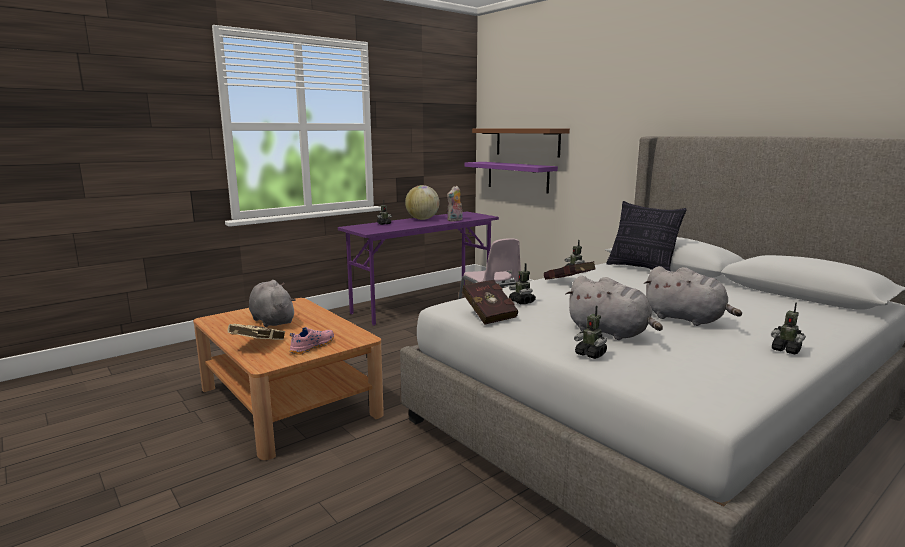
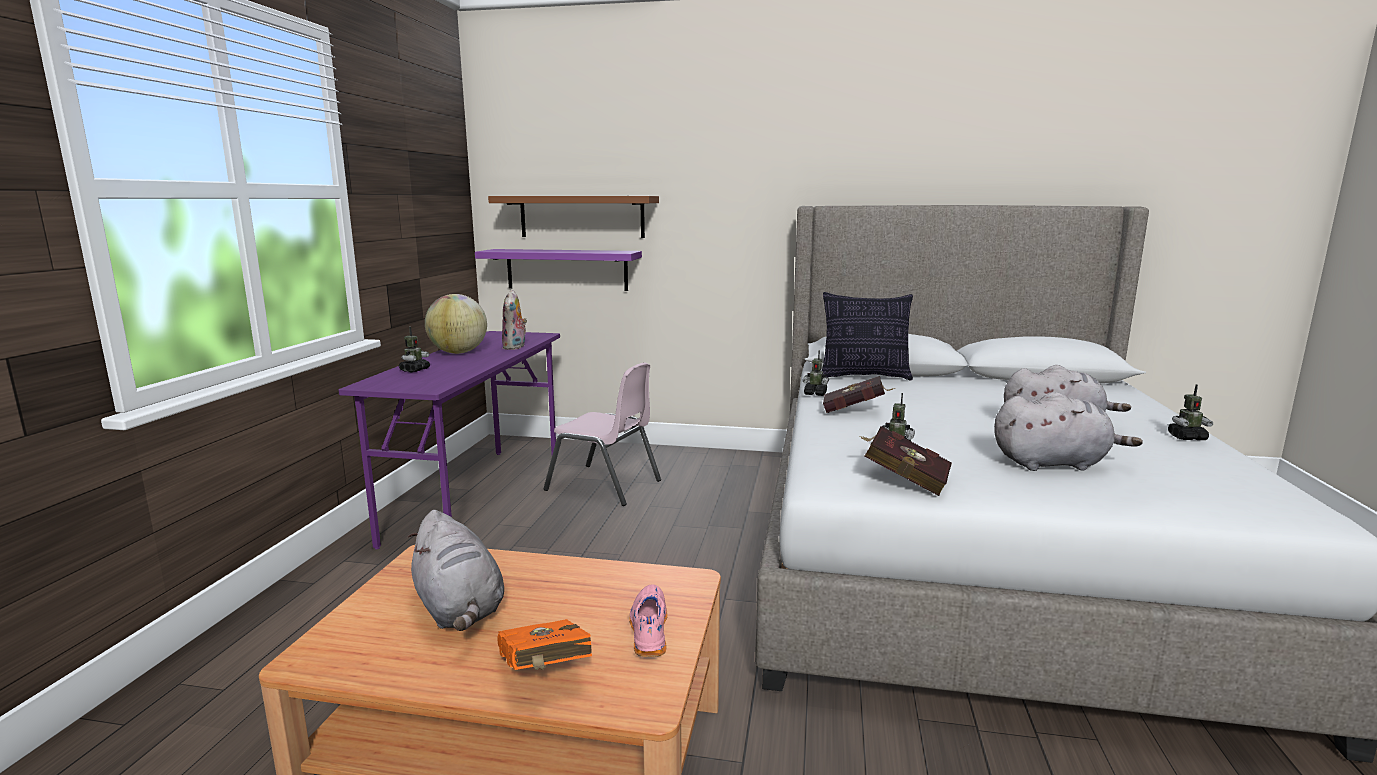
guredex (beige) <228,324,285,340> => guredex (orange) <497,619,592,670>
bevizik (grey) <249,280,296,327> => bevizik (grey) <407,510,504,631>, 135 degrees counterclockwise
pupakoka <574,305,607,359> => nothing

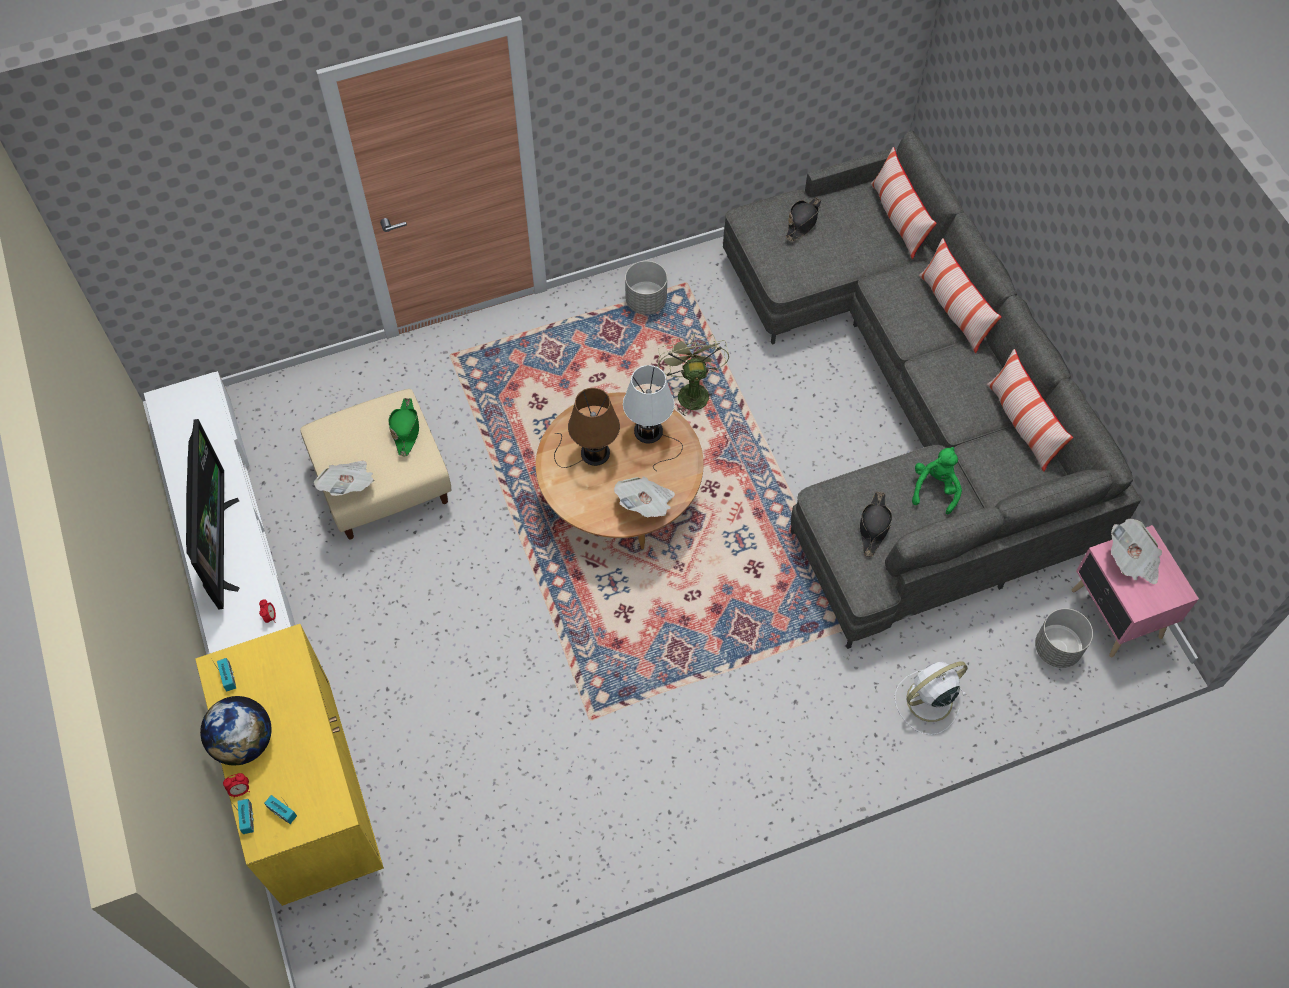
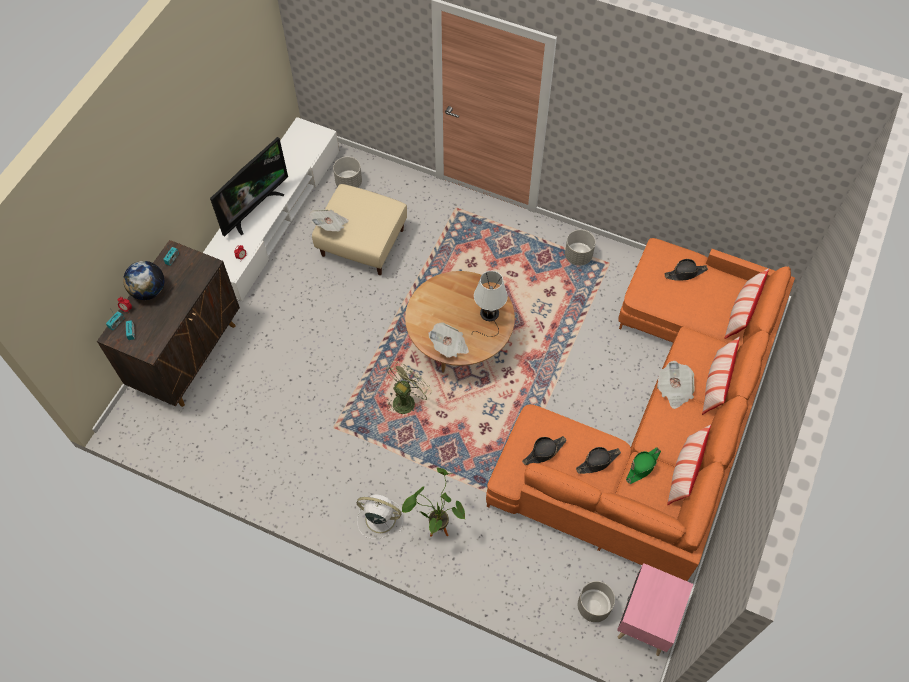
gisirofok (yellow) <195,624,384,906> => gisirofok (brown) <97,240,240,407>
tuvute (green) <389,398,419,456> => tuvute (green) <626,447,661,484>, move
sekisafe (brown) <554,388,620,468> => nothing
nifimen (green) <657,334,729,418> => nifimen (green) <386,361,432,414>, move
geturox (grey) <723,130,1141,649> => geturox (orange) <486,238,795,581>
nifimen (white) <895,661,968,735> => nifimen (white) <357,494,403,539>, move
bevizik (green) <912,447,962,515> => tuvute (black) <576,447,621,474>
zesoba <1111,519,1162,584> => zesoba <657,361,695,409>, move
nothing => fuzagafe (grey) <333,157,362,188>
nothing => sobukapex <402,467,465,537>

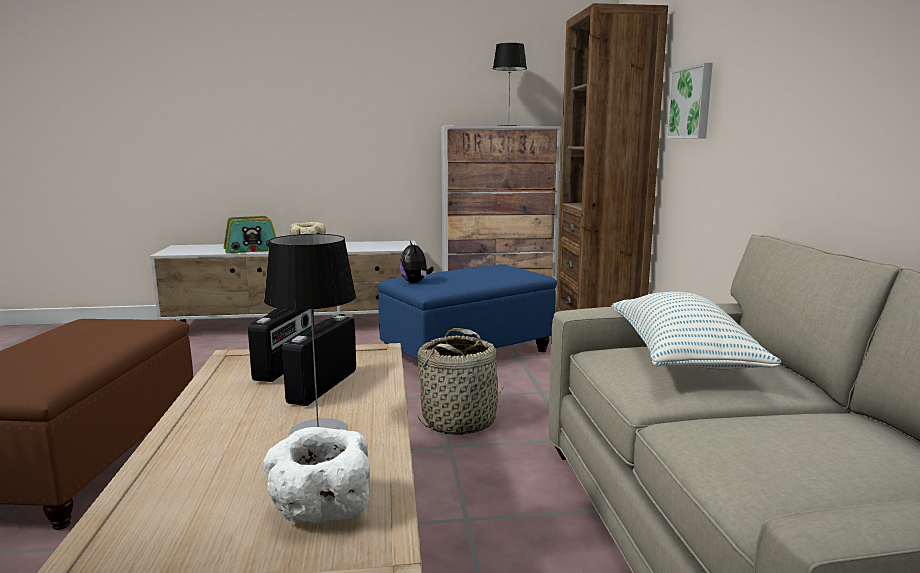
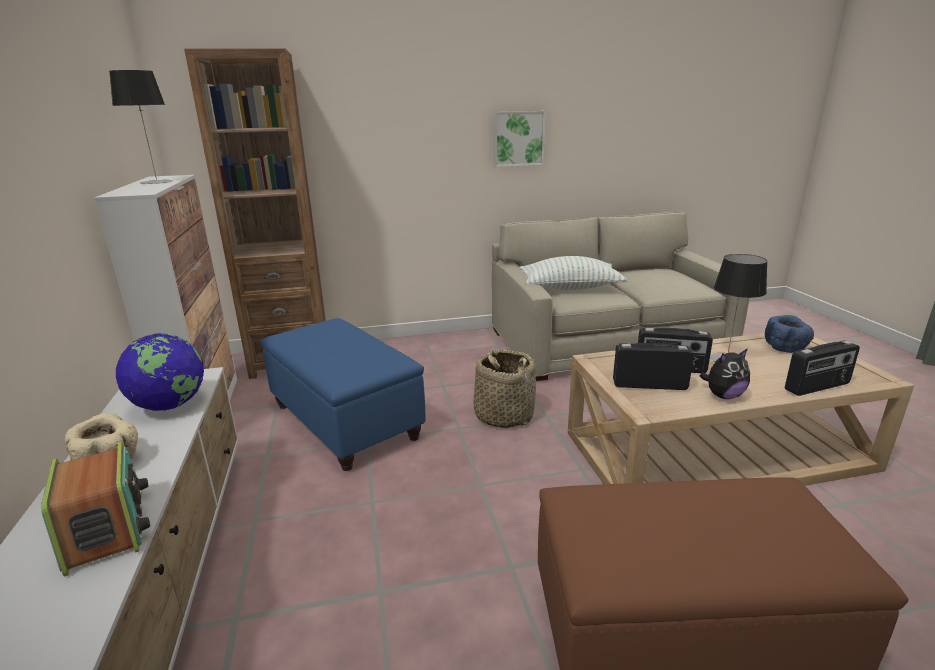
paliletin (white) <263,427,370,524> => paliletin (blue) <765,315,814,353>
bevizik <400,241,434,283> => bevizik <700,348,750,399>, move
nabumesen <666,63,713,139> => nabumesen <494,111,546,167>, move
nothing => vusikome <116,333,204,411>
nothing => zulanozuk <785,340,860,396>

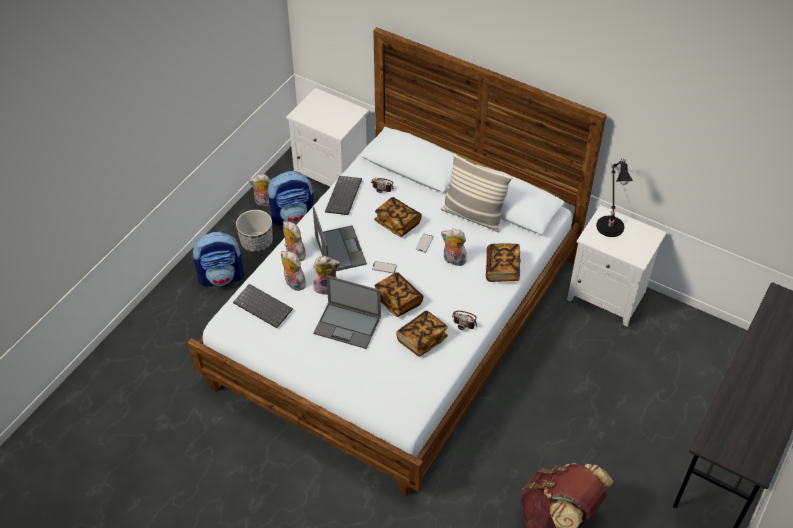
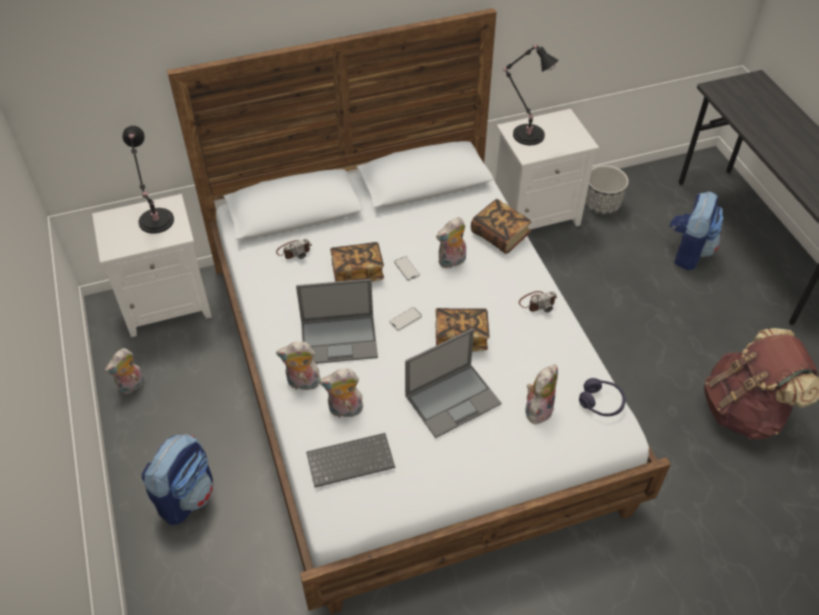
fuzagafe <236,210,273,252> => fuzagafe <585,165,629,215>, move
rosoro <268,171,314,226> => rosoro <669,191,723,270>, move
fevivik <313,207,367,271> => fevivik <296,279,378,364>, 150 degrees clockwise
bevizik <313,256,340,295> => bevizik <526,364,558,424>, move
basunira <325,176,362,215> => nothing
guredex <396,311,448,357> => nothing
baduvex <441,154,513,232> => nothing
nothing => sekisafe (black) <122,126,174,234>
nothing => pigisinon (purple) <579,378,626,416>

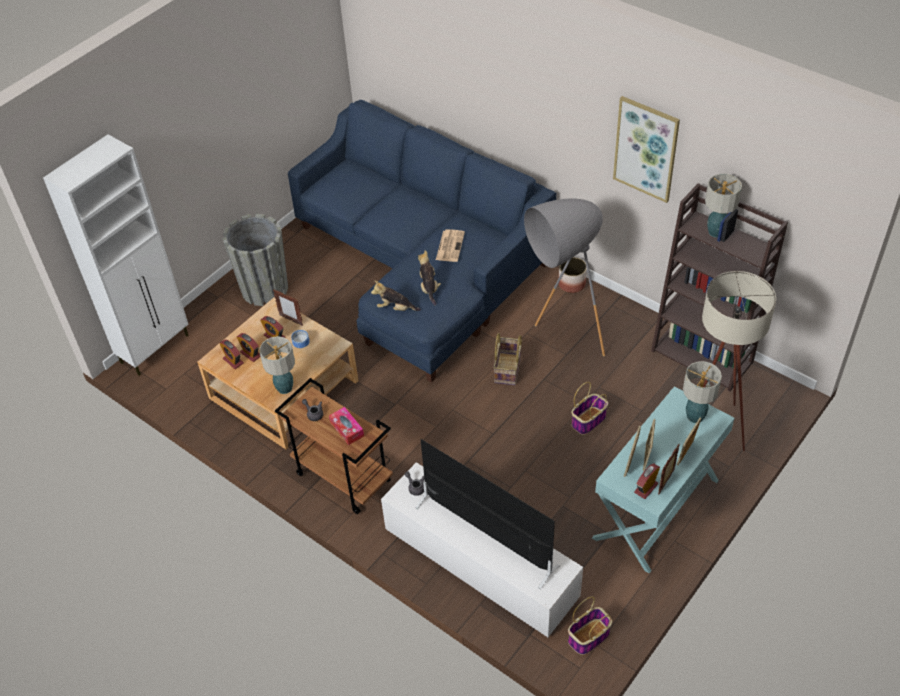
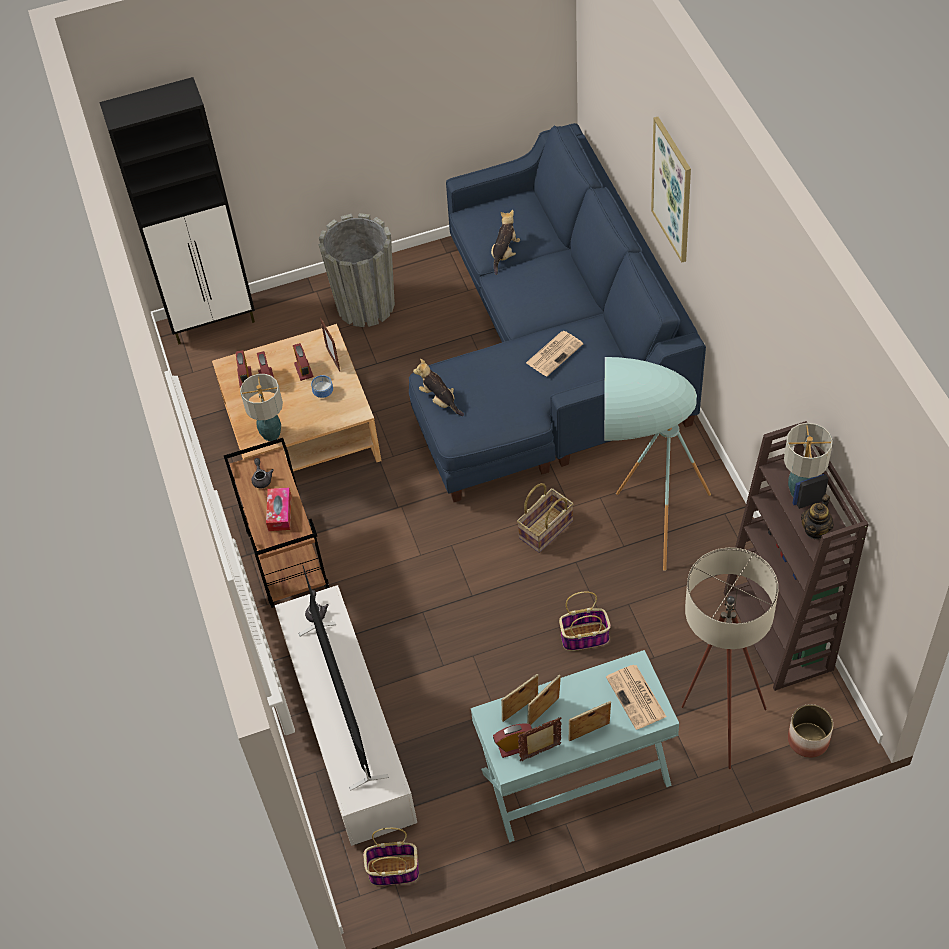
gisirofok (white) <43,134,188,376> => gisirofok (black) <99,77,255,345>
bevizik <418,250,441,305> => bevizik <491,210,520,275>, move
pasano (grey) <524,198,605,356> => pasano (turquoise) <604,357,711,571>
fuzagafe <558,257,587,293> => fuzagafe <788,704,833,758>, move
nabumesen <613,96,680,203> => nabumesen <651,117,691,262>, move
sekisafe <683,361,722,423> => zesoba <606,665,667,730>
nothing => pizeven <801,494,834,539>

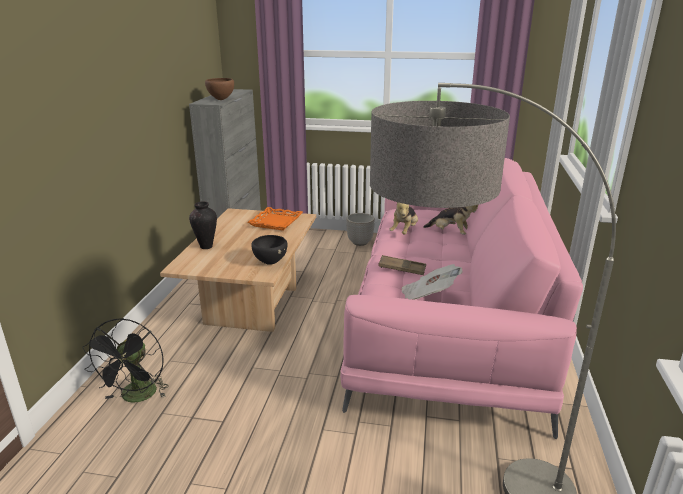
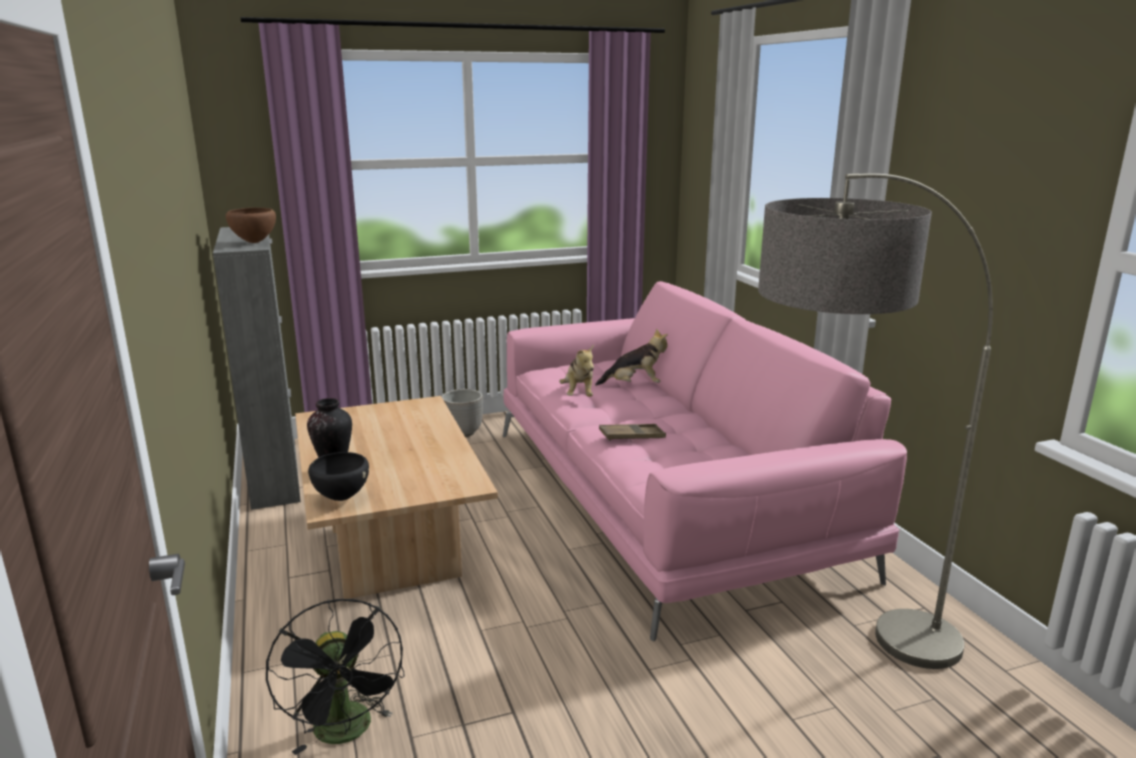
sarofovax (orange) <247,207,303,231> => nothing
paliletin (black) <251,235,288,265> => paliletin (black) <308,452,369,501>, move
zesoba <401,264,463,300> => nothing

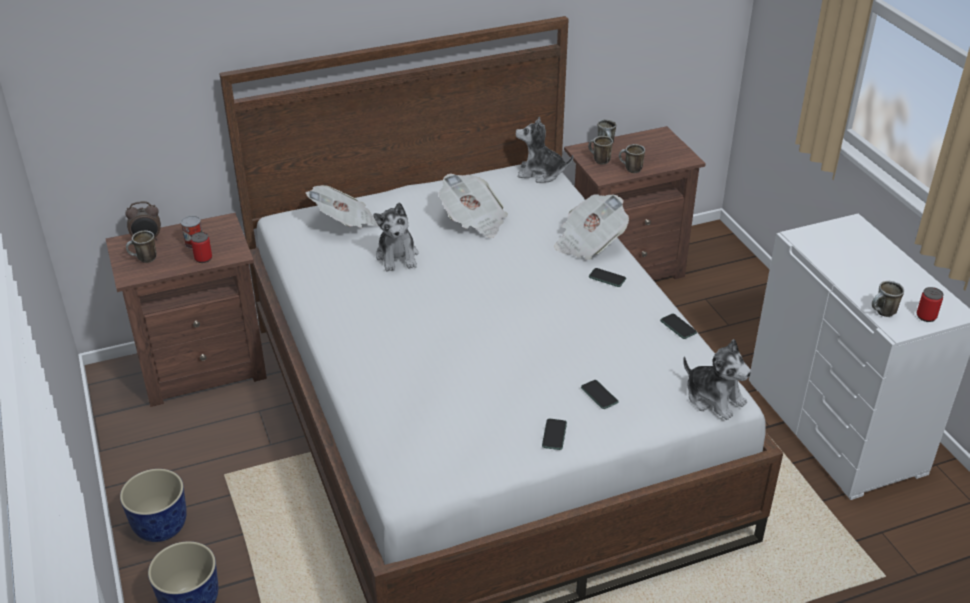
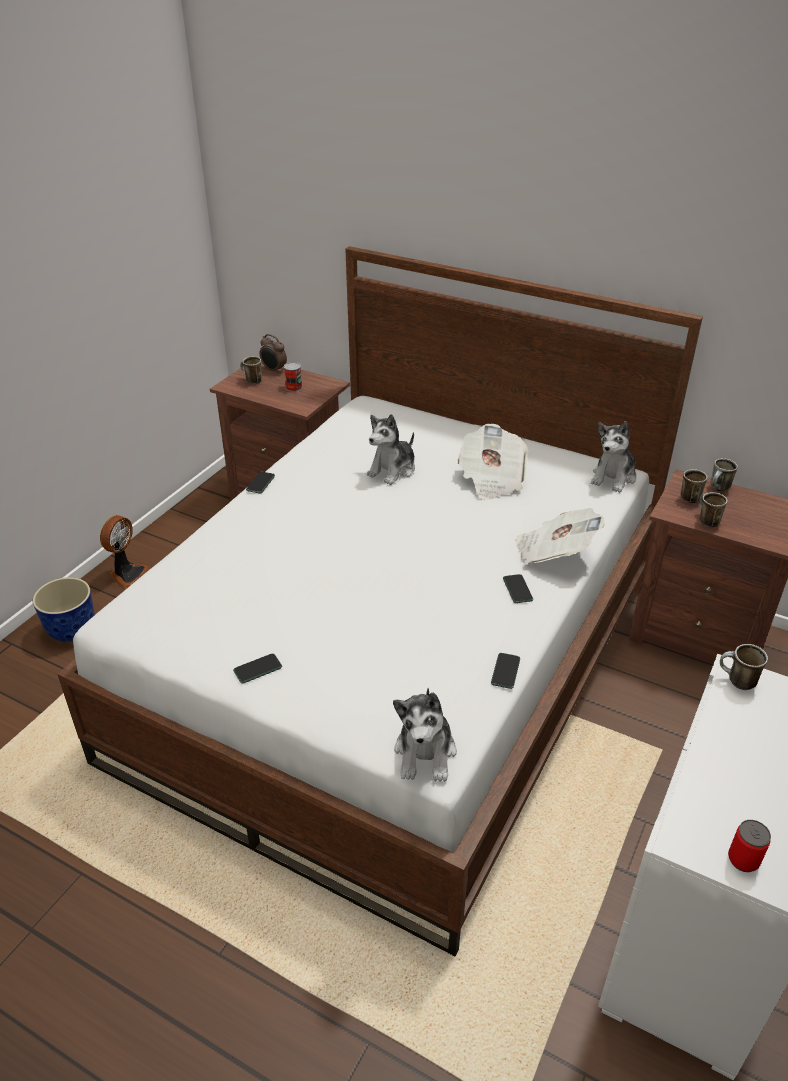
fuzagafe <120,469,187,542> => nifimen <100,515,151,589>
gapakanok <191,232,212,263> => nothing
zesoba <306,185,379,228> => nothing
bevizik <516,117,574,183> => bevizik <591,421,636,493>, 120 degrees counterclockwise
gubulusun <581,380,618,409> => gubulusun <246,472,275,493>, move
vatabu <872,281,904,317> => vatabu <720,644,768,690>, move

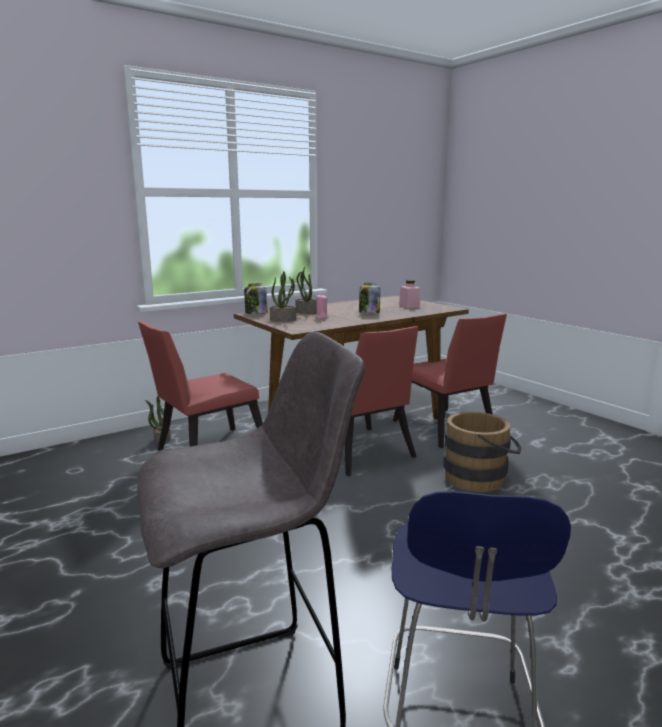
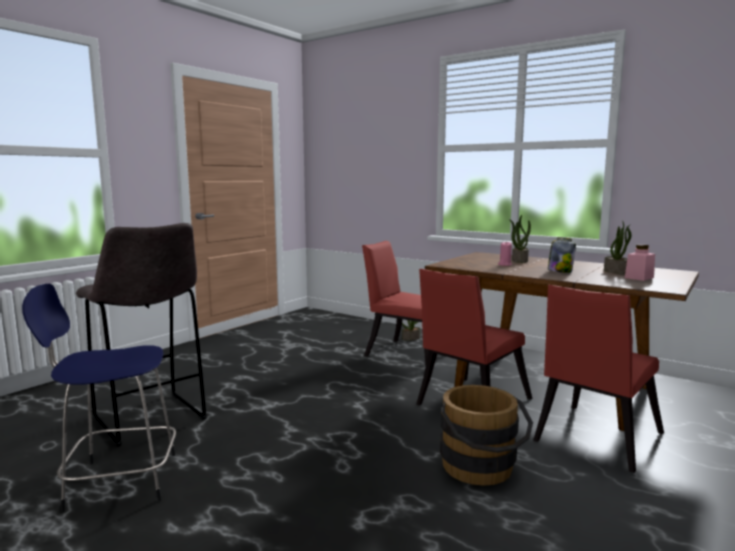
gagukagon <244,283,268,314> => nothing
sobukapex <270,271,296,322> => sobukapex <604,220,632,274>, move

